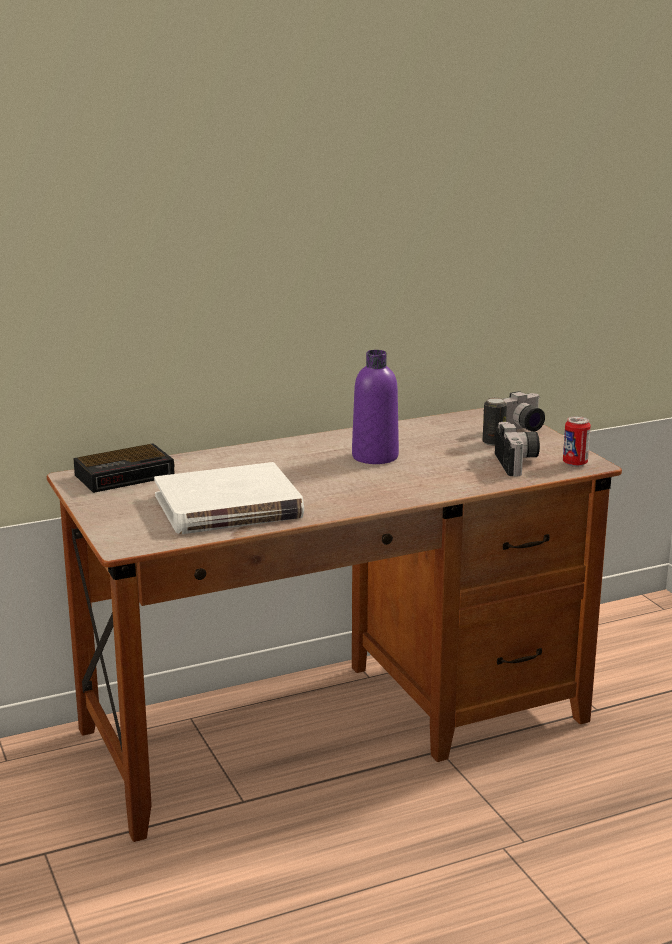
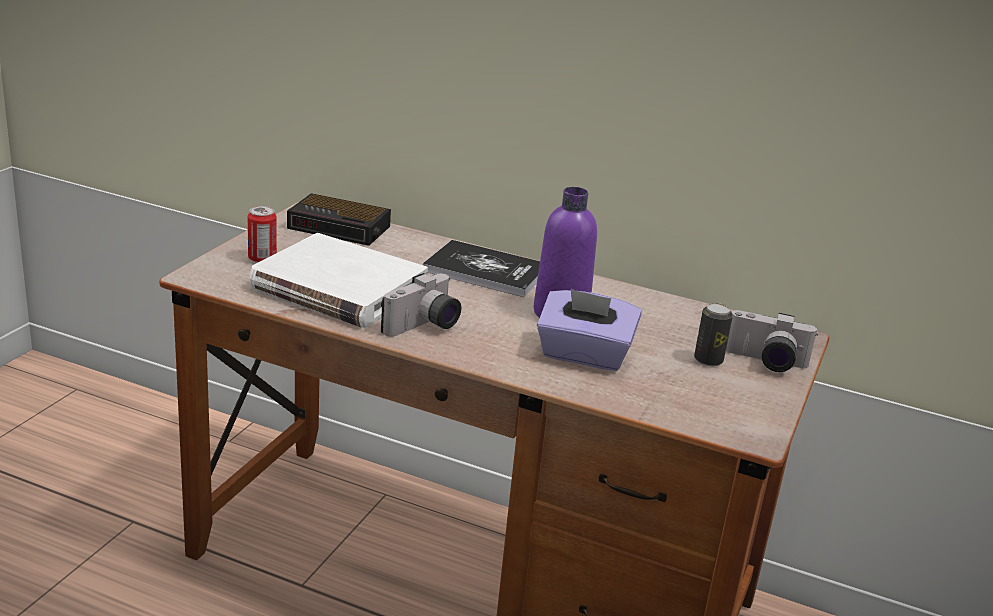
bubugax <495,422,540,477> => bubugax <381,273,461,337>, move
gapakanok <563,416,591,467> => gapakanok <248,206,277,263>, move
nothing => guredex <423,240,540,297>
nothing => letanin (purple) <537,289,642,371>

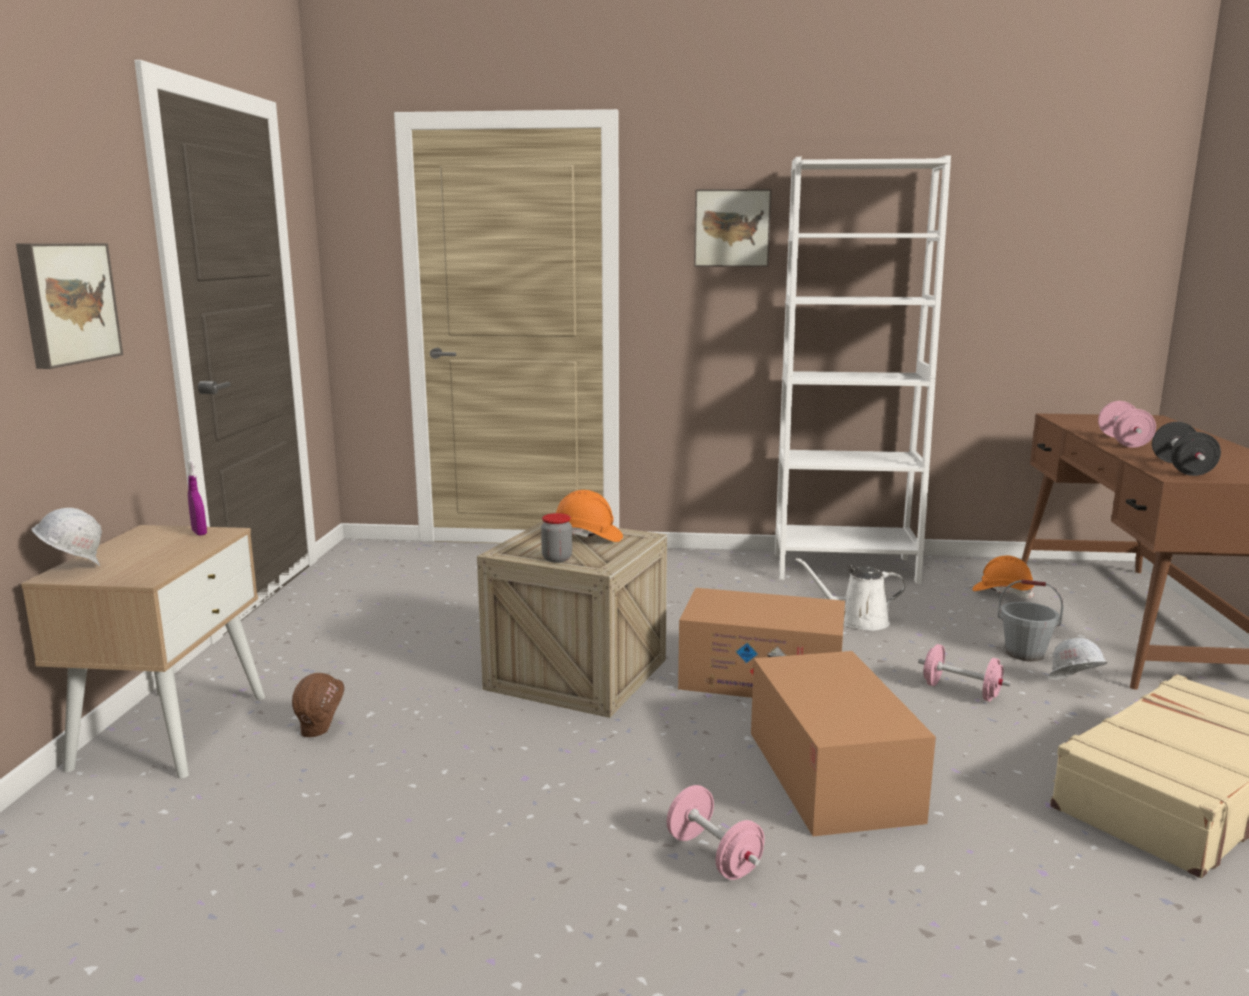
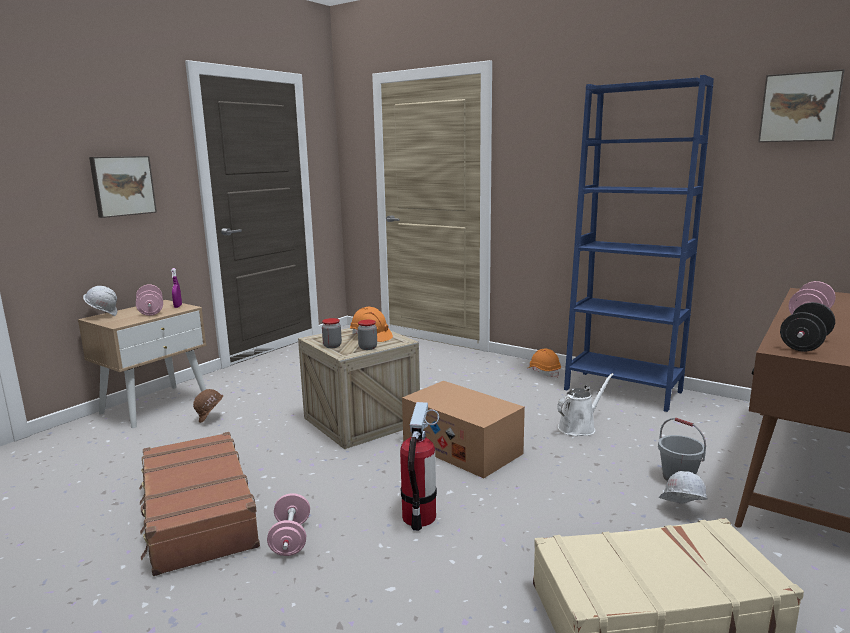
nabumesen <694,189,772,267> => nabumesen <758,69,845,142>, move
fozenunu <751,651,936,836> => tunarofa <400,402,439,531>
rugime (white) <775,155,951,584> => rugime (blue) <564,75,714,412>
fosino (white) <796,558,905,631> => fosino (white) <557,373,614,436>, 105 degrees clockwise
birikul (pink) <918,644,1011,702> => birikul (pink) <136,284,163,316>, move
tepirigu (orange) <972,555,1034,598> => tepirigu (orange) <528,349,561,377>, move
nothing => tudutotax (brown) <139,432,260,576>
nothing => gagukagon <358,320,377,350>

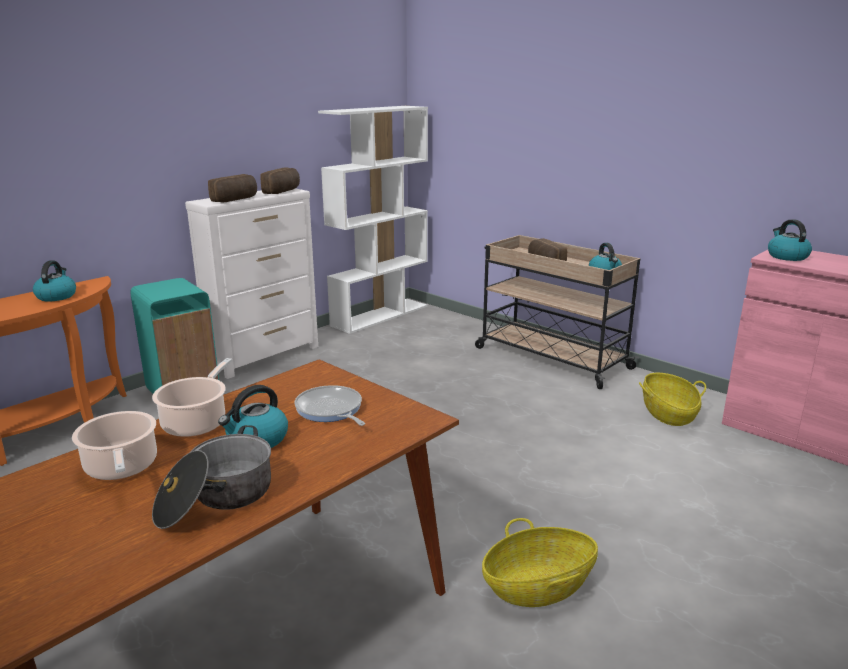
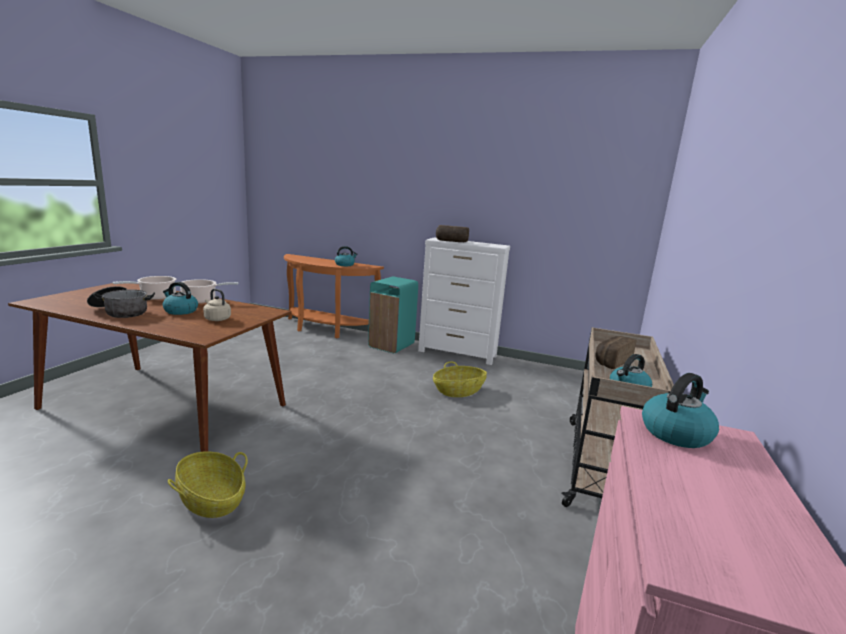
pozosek <260,167,300,194> => nothing
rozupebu <294,385,365,426> => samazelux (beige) <203,289,231,321>
rugime (white) <318,106,428,334> => nothing
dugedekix <639,373,706,426> => dugedekix <433,361,487,397>, move

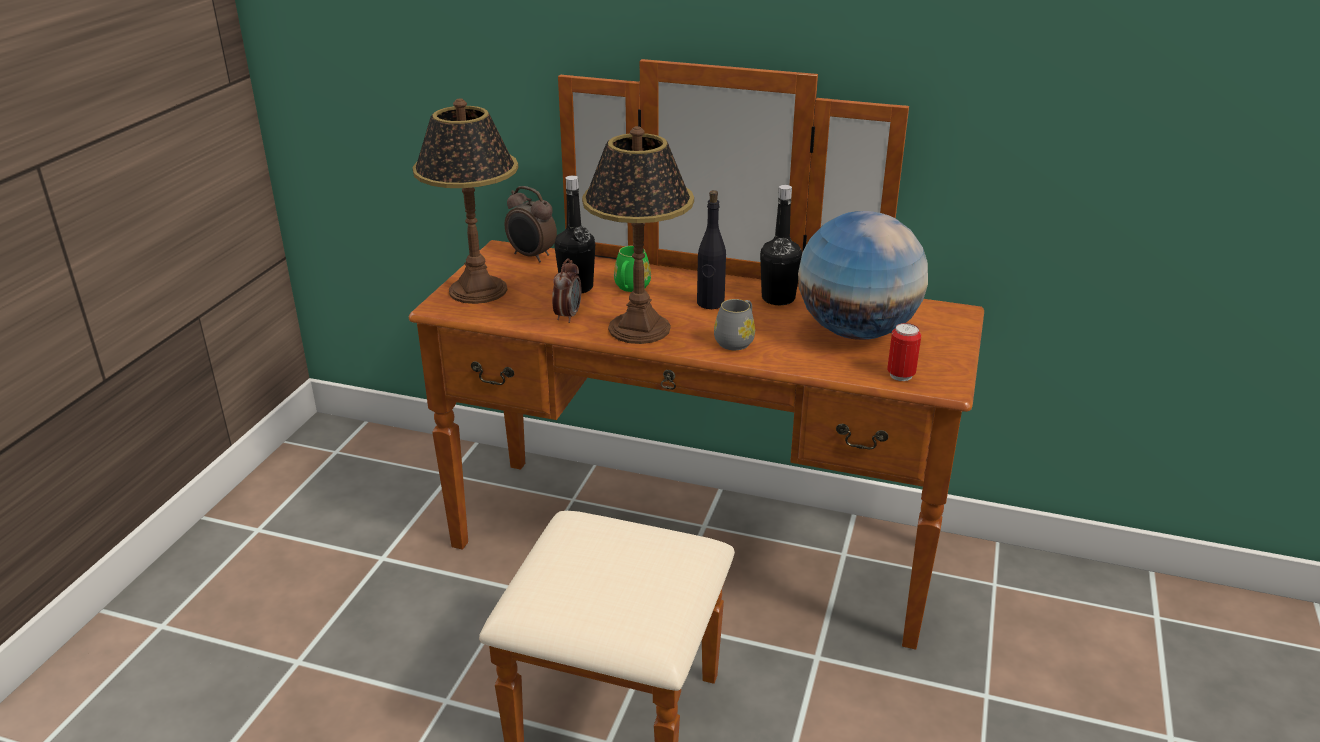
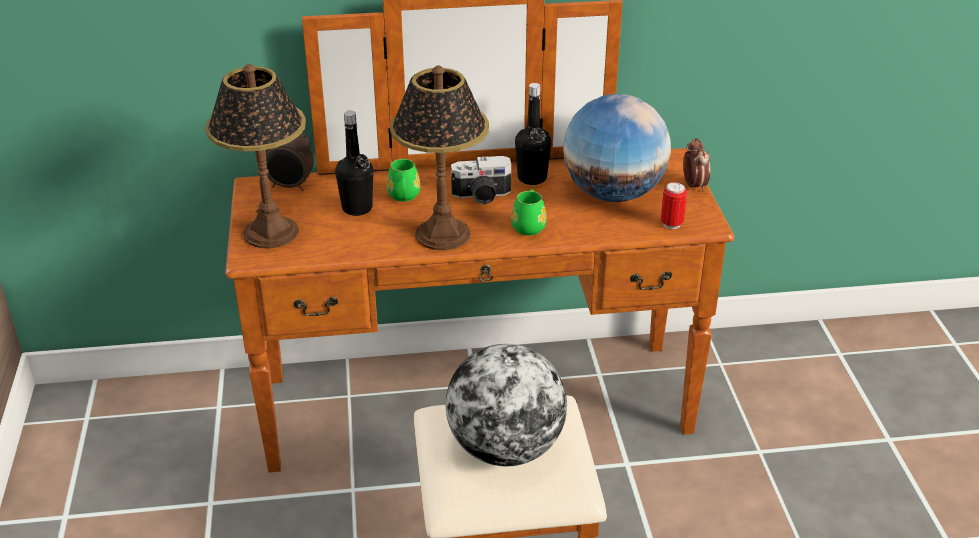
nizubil <552,258,582,323> => nizubil <683,138,710,192>, move
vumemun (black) <697,190,726,309> => bubugax <451,156,511,205>
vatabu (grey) <714,299,755,350> => vatabu (green) <511,189,547,236>
nothing => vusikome <446,344,567,466>

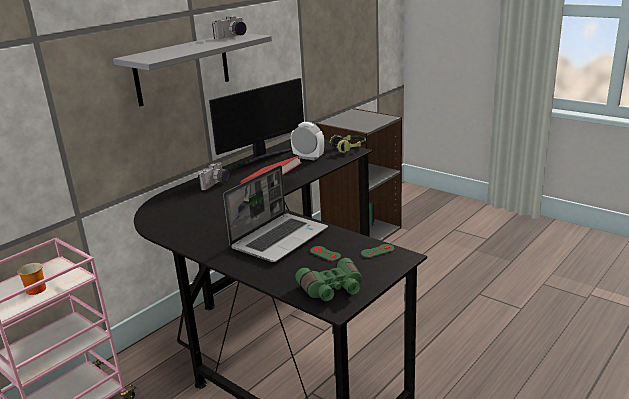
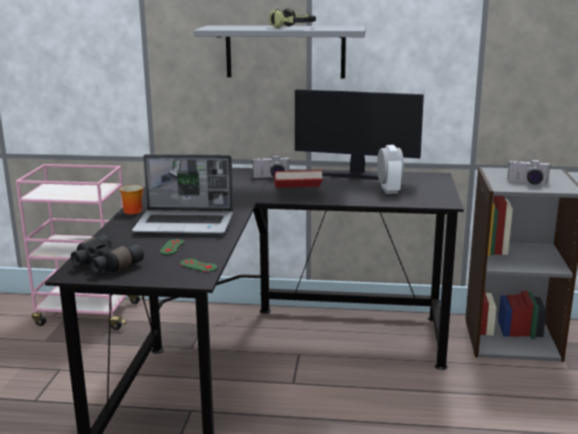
vatabu <17,263,46,295> => vatabu <119,185,143,214>, move
bubugax <212,16,246,39> => bubugax <507,159,551,185>, move
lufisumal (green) <295,258,362,301> => lufisumal (black) <71,235,144,273>
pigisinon <330,135,366,153> => pigisinon <268,8,316,28>, move

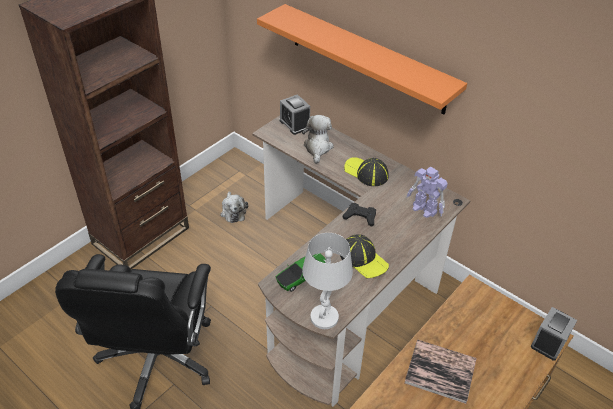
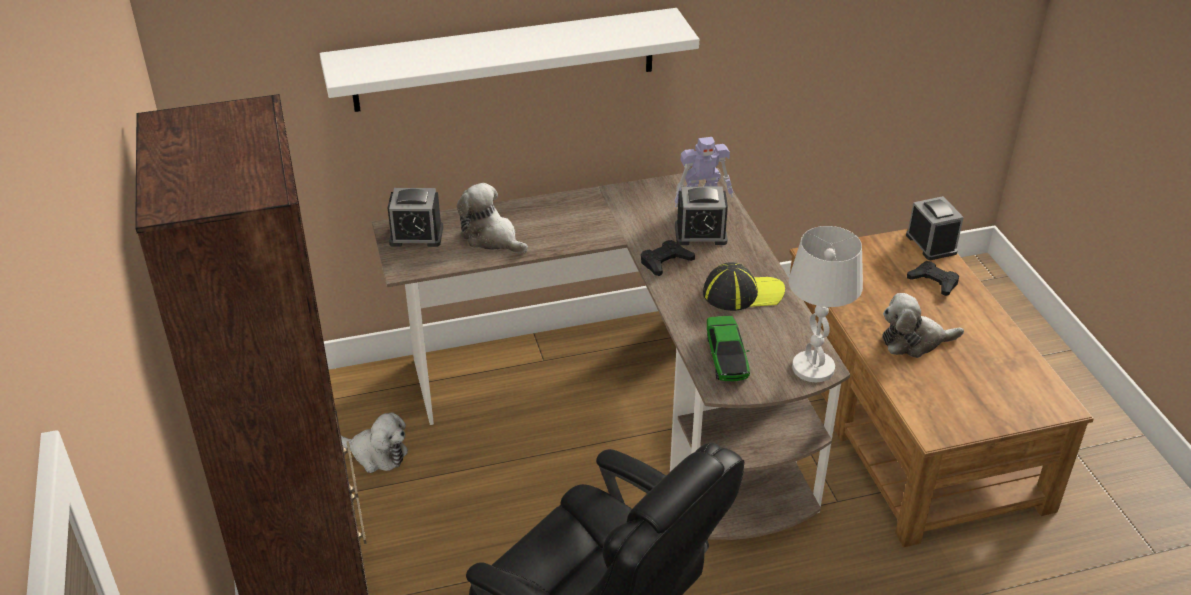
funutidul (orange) <257,4,467,114> => funutidul (white) <320,8,699,112>
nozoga <344,157,389,186> => nothing
guredex <404,339,477,404> => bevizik <882,293,964,358>
nothing => nizubil <675,187,728,245>
nothing => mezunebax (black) <907,261,959,296>

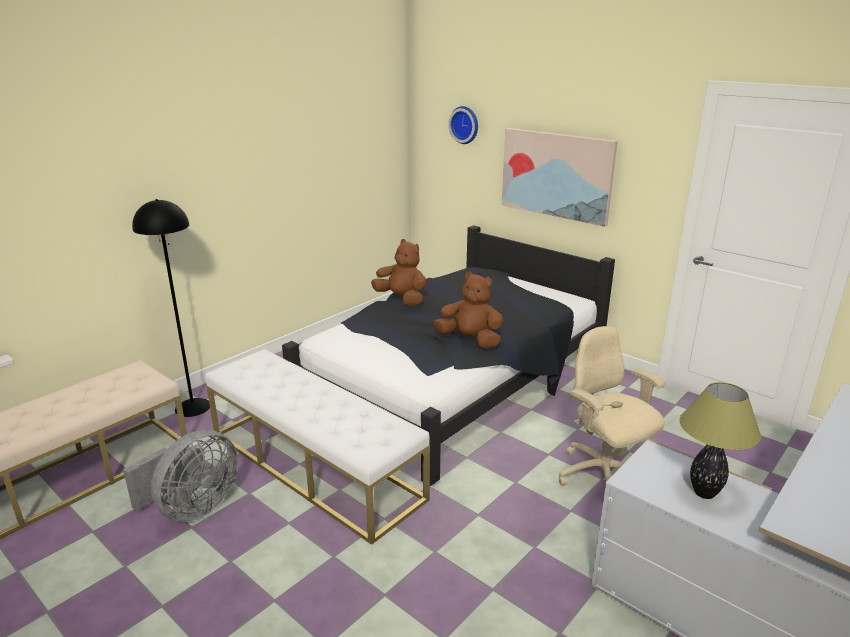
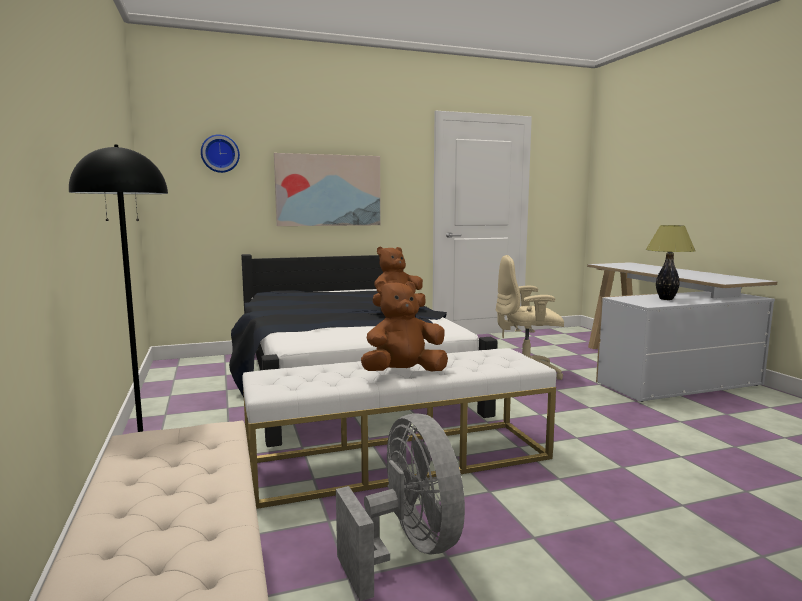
bevizik (brown) <371,239,426,306> => bevizik (brown) <361,281,448,371>, move

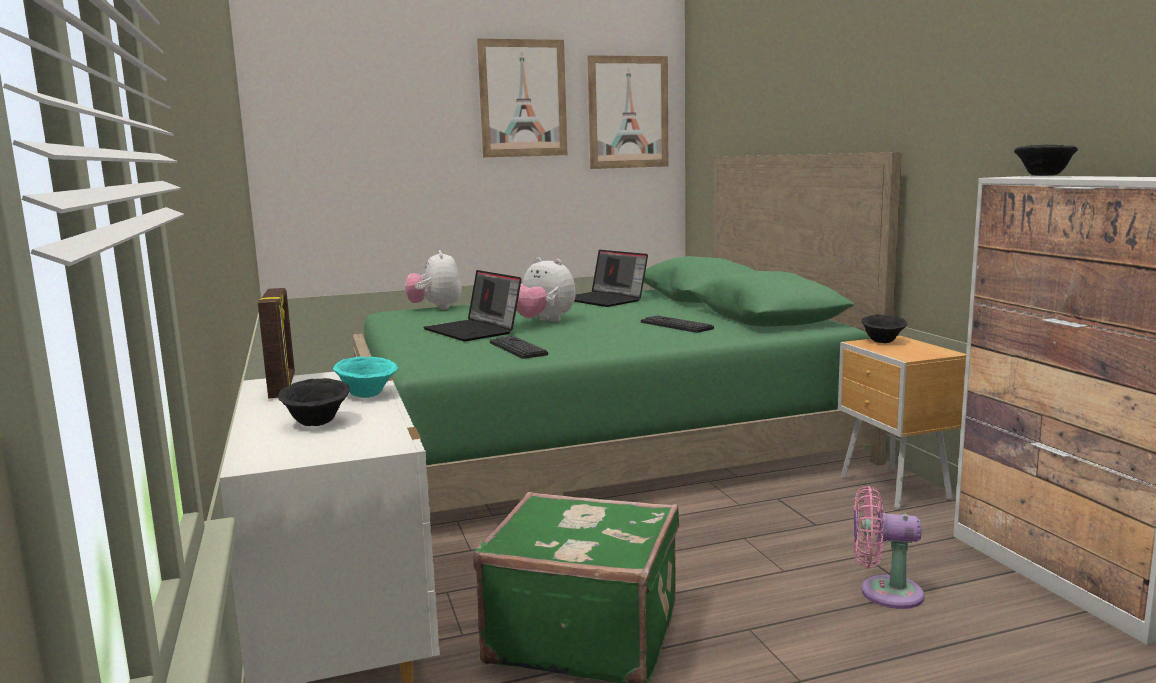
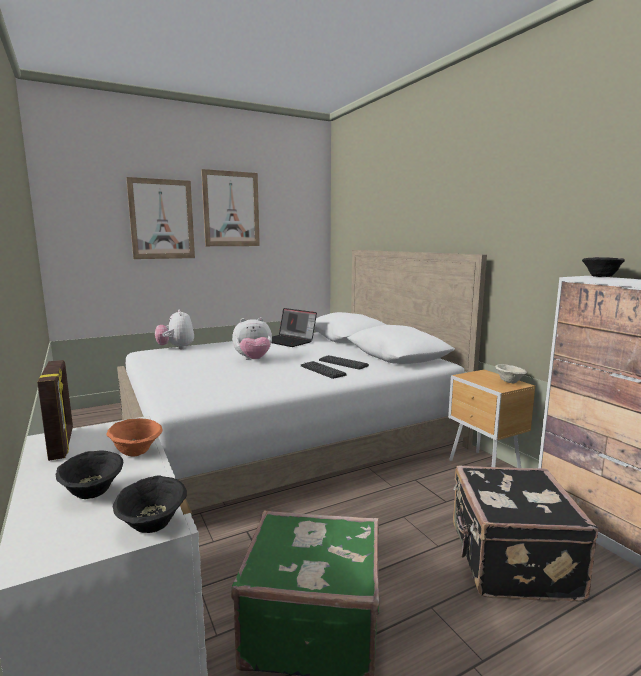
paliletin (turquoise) <333,357,398,398> => paliletin (orange) <106,418,163,457>
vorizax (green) <353,152,902,513> => vorizax (white) <117,250,487,511>
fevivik <423,270,522,341> => nothing
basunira <490,336,548,359> => basunira <301,361,346,379>, move
bevizik <516,257,576,322> => bevizik <232,317,272,360>, 45 degrees counterclockwise
nabumesen <588,55,668,169> => nabumesen <126,177,195,259>, move
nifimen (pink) <853,486,925,609> => tudutotax (black) <453,466,598,602>
paliletin (black) <861,314,907,343> => paliletin (black) <113,475,187,533>, move
nothing => paliletin (beige) <495,364,527,384>

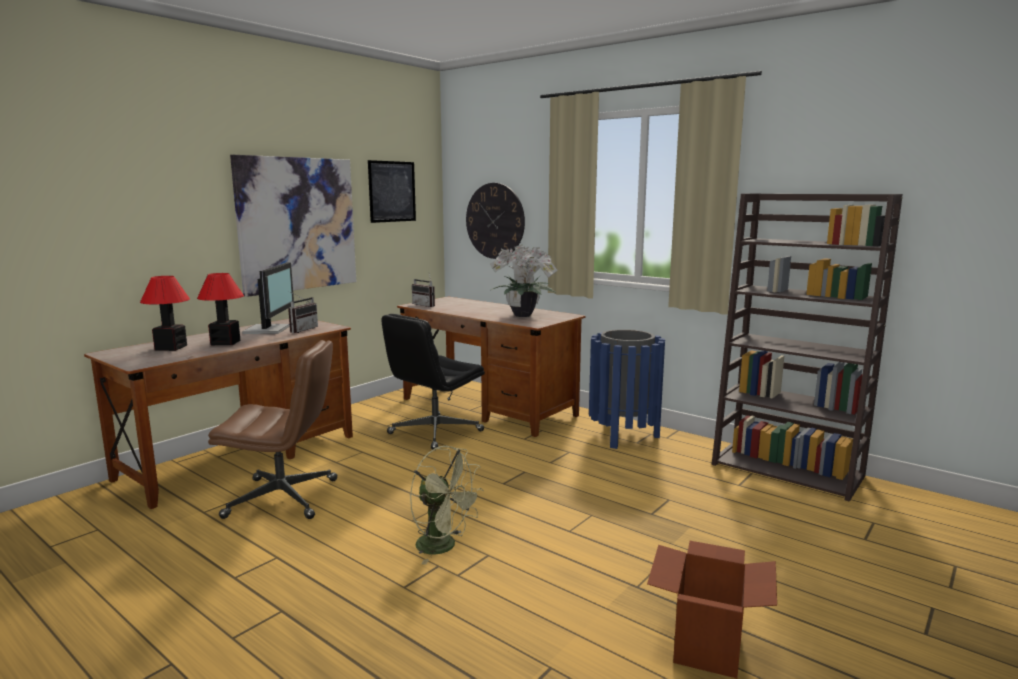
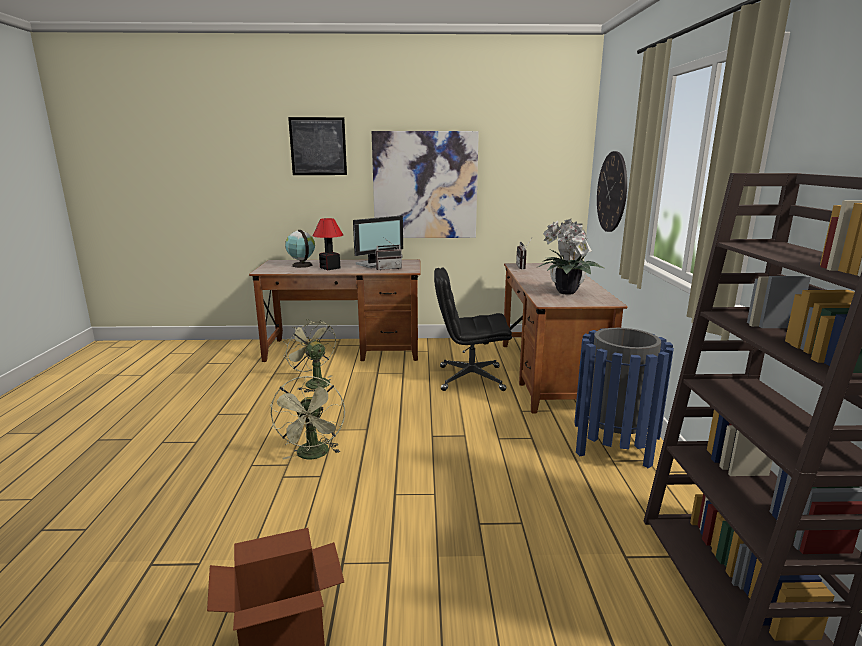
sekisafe <140,276,190,351> => vusikome <285,230,315,268>
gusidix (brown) <208,340,338,519> => nifimen (green) <283,319,336,392>
nabumesen <368,160,416,223> => nabumesen <288,117,347,175>, move

